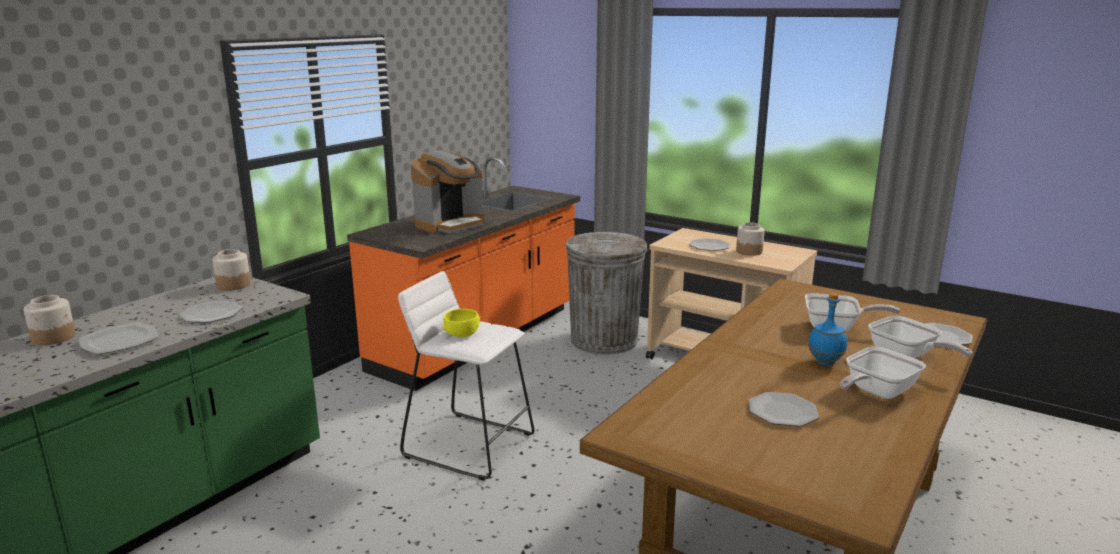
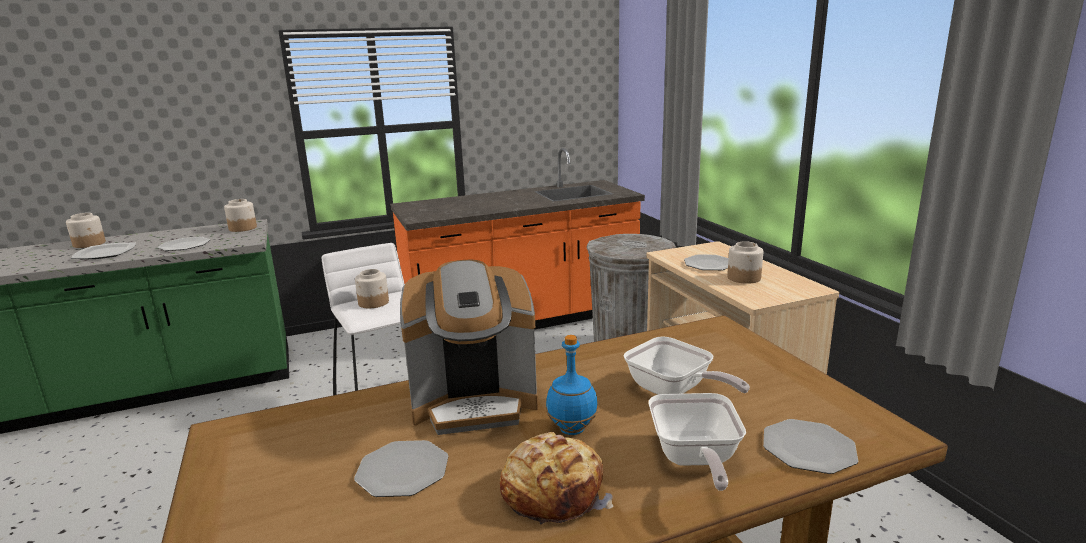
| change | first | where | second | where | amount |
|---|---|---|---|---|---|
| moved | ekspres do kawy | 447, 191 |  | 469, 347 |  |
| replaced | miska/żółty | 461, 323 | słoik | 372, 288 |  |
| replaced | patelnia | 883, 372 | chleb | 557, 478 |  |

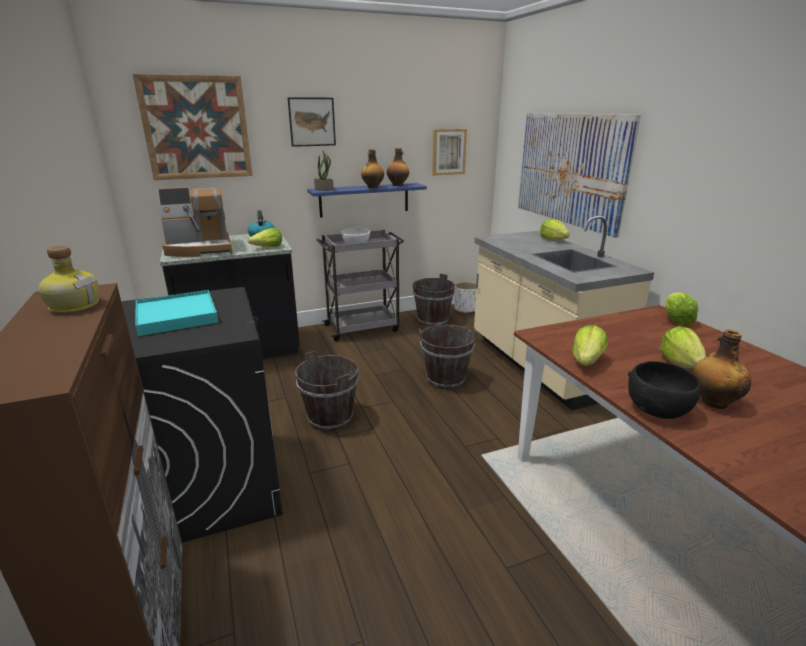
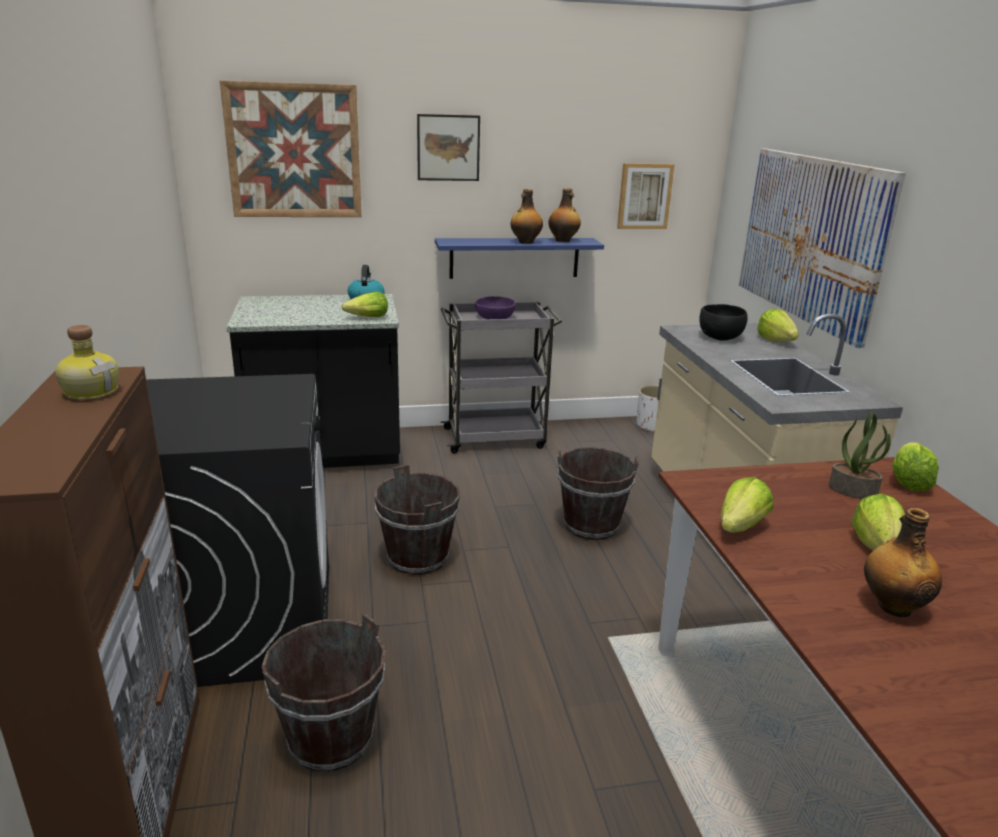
| change | first | where | second | where | amount |
|---|---|---|---|---|---|
| removed | taca/turkusowy | 176, 313 |  |  |  |
| removed | ekspres do kawy | 194, 222 |  |  |  |
| moved | roślina doniczkowa | 324, 171 |  | 860, 455 |  |
| recoloured | miska/biały | 355, 236 | miska/fioletowy | 495, 307 |  |
| moved | wiadro/brązowy | 434, 300 |  | 324, 693 |  |
| moved | miska/czarny | 664, 390 |  | 723, 322 |  |

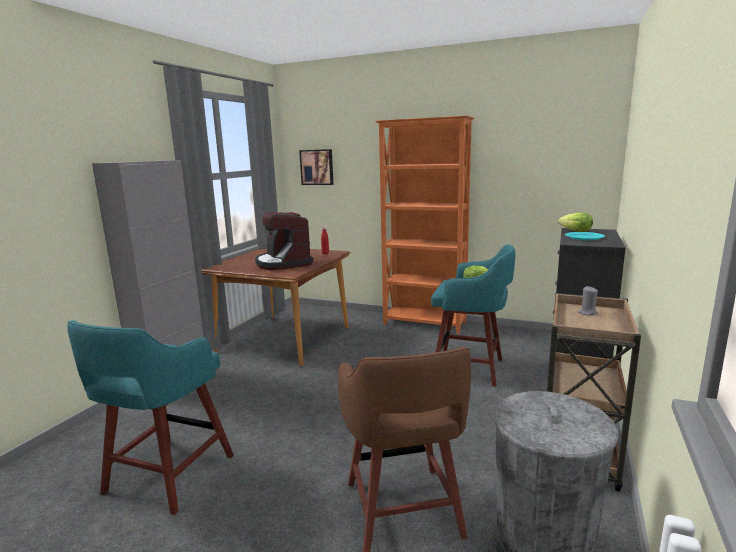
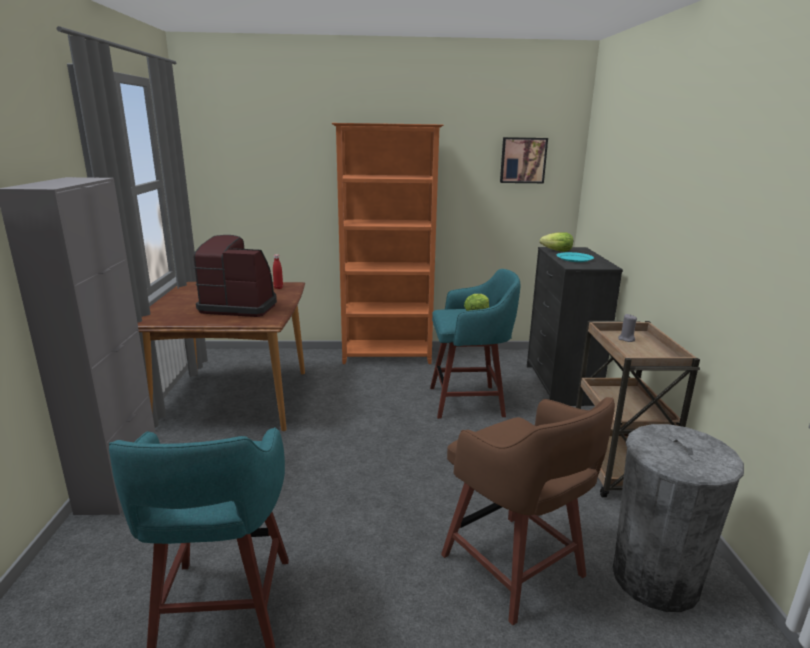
| change | first | where | second | where | amount |
|---|---|---|---|---|---|
| turned | ekspres do kawy | 284, 241 |  | 235, 276 | 150 degrees clockwise |
| moved | obraz | 316, 167 |  | 524, 160 |  |

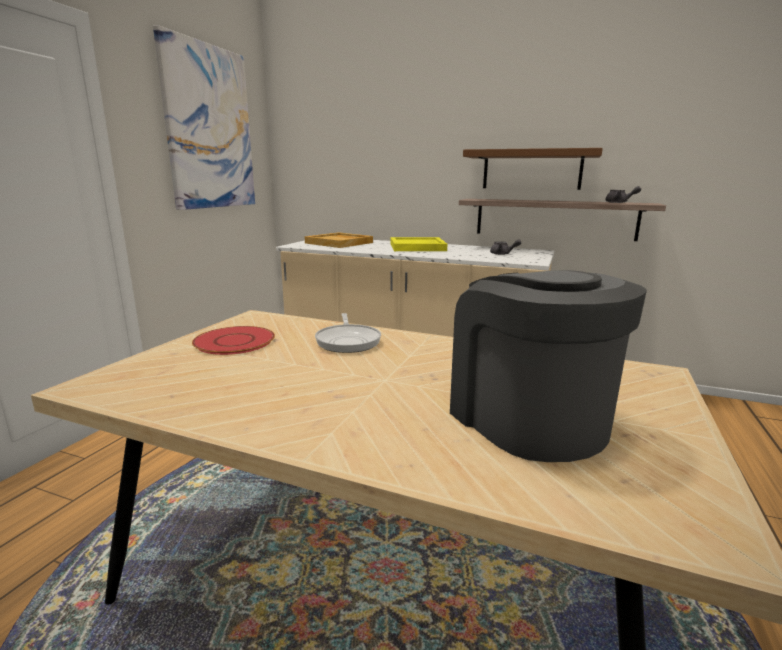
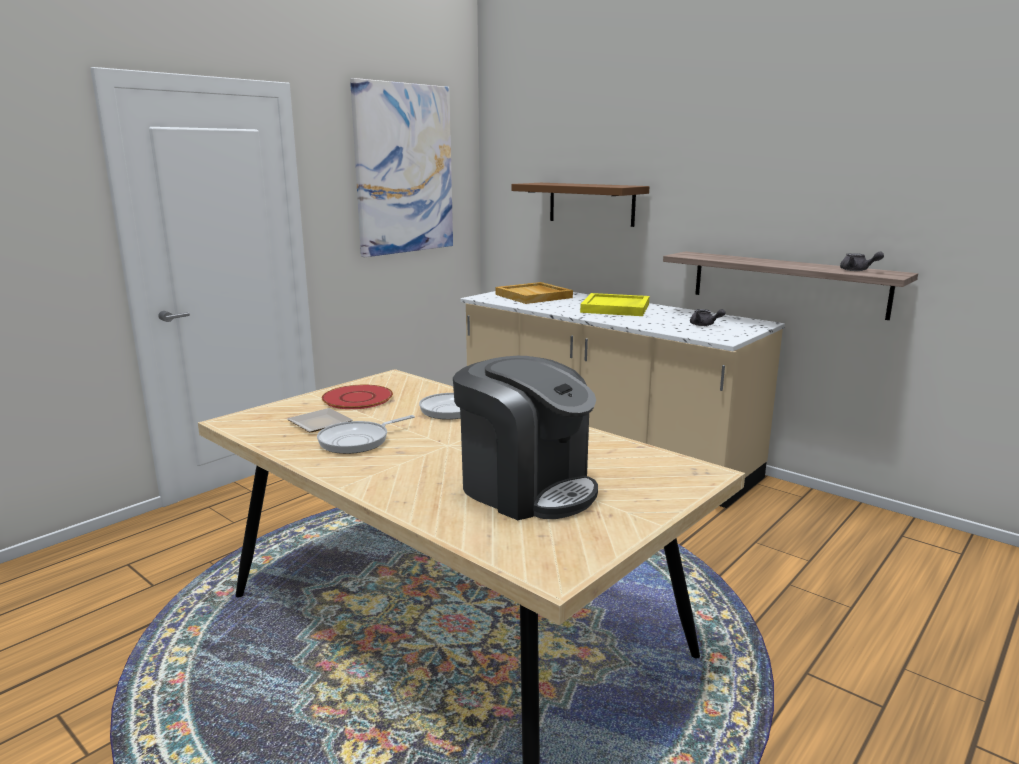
| change | first | where | second | where | amount |
|---|---|---|---|---|---|
| turned | ekspres do kawy | 548, 366 |  | 525, 438 | 135 degrees clockwise |
| moved | półka/brązowy | 533, 169 |  | 580, 205 |  |
| added |  |  | talerz | 320, 420 |  |
| added |  |  | patelnia | 366, 434 |  |

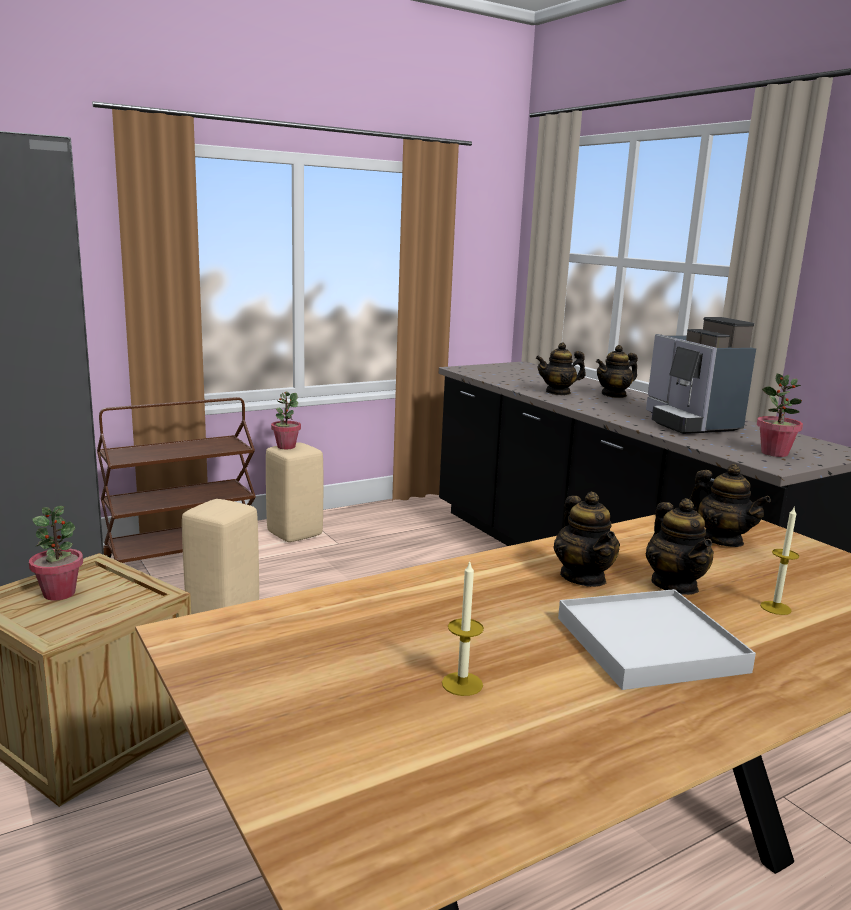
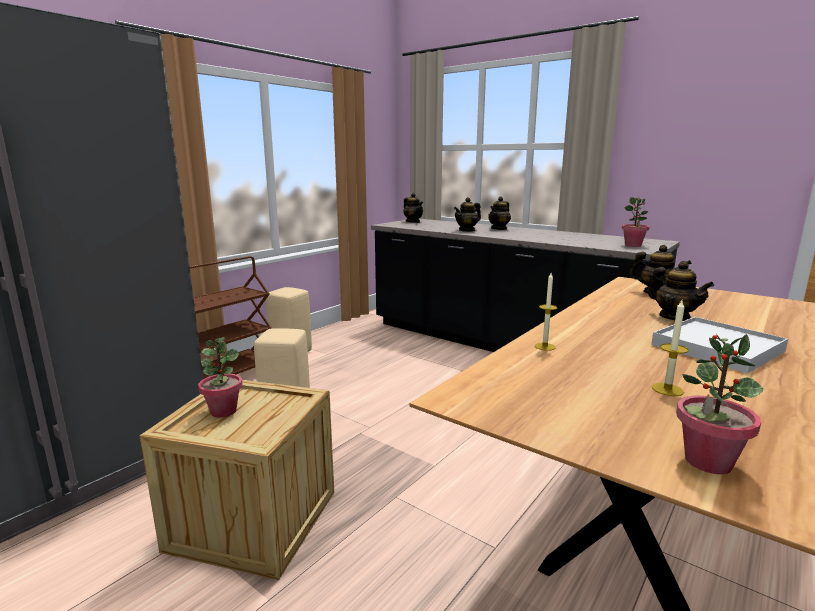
| change | first | where | second | where | amount |
|---|---|---|---|---|---|
| moved | roślina doniczkowa | 286, 420 |  | 719, 404 |  |
| moved | imbryk | 587, 539 |  | 413, 208 |  |
| removed | ekspres do kawy | 701, 375 |  |  |  |
| moved | świeca | 779, 561 |  | 546, 312 |  |

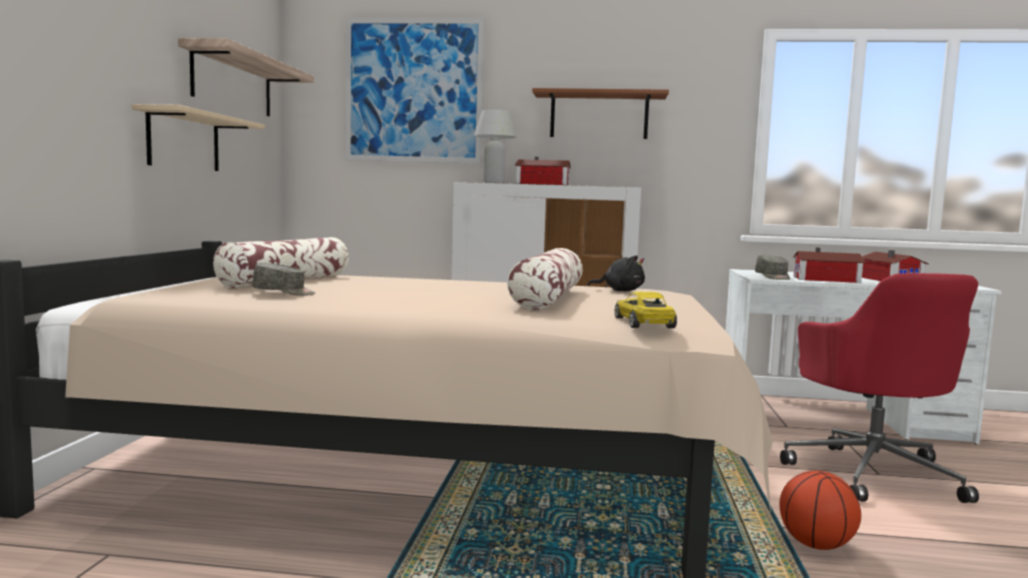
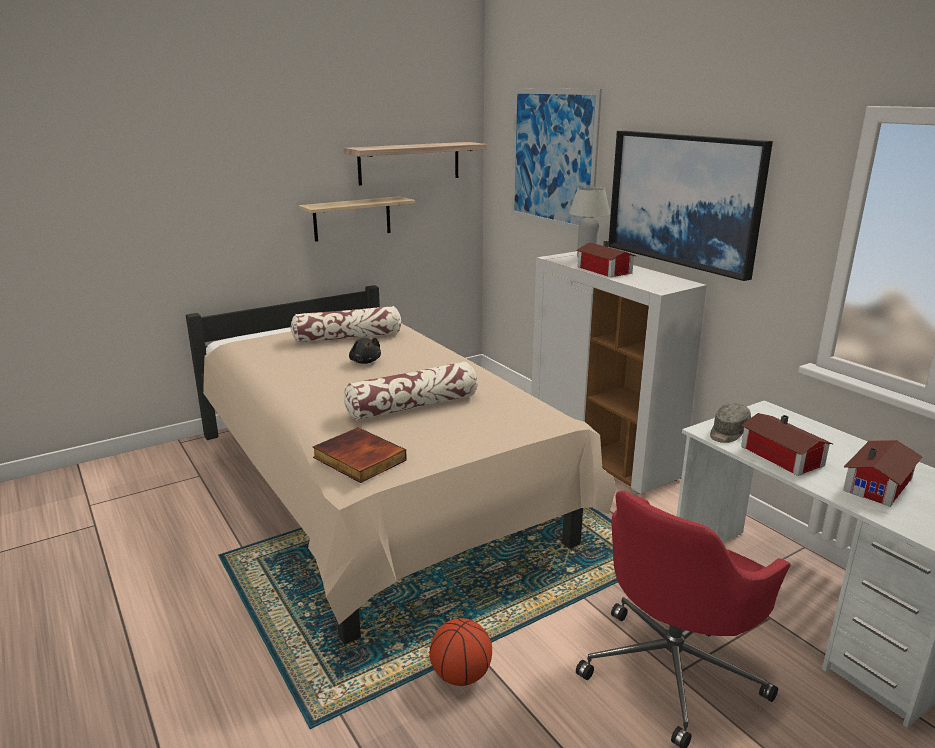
| change | first | where | second | where | amount |
|---|---|---|---|---|---|
| removed | czapka z daszkiem/szary | 283, 279 |  |  |  |
| replaced | półka/brązowy | 600, 113 | obraz | 690, 206 |  |
| moved | pluszak/czarny | 616, 273 |  | 365, 351 |  |
| replaced | samochodzik/żółty | 646, 310 | książka | 360, 455 |  |

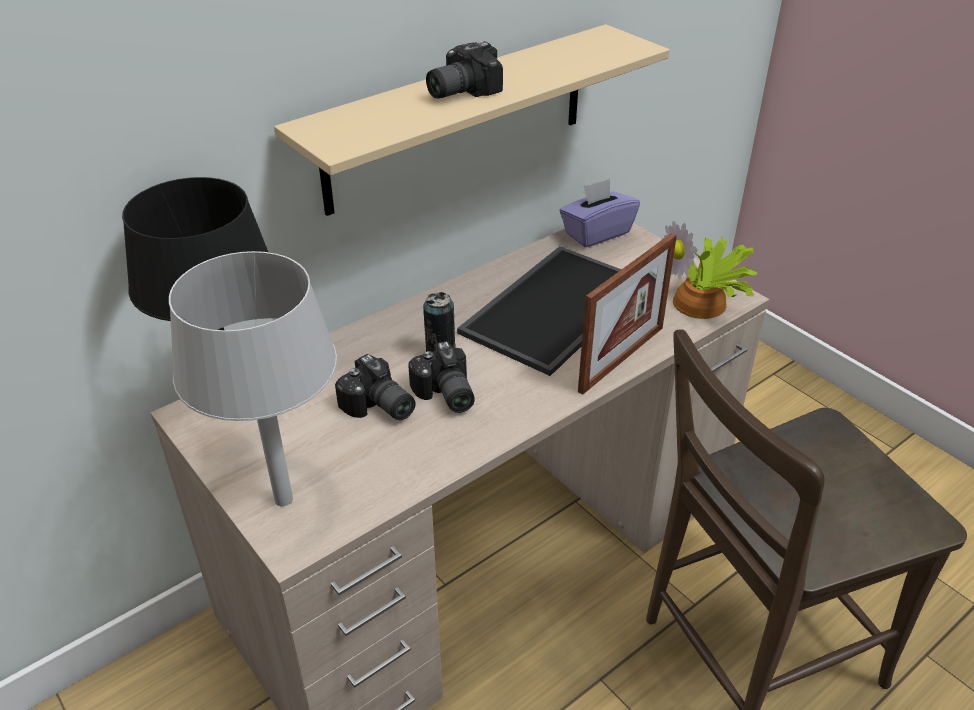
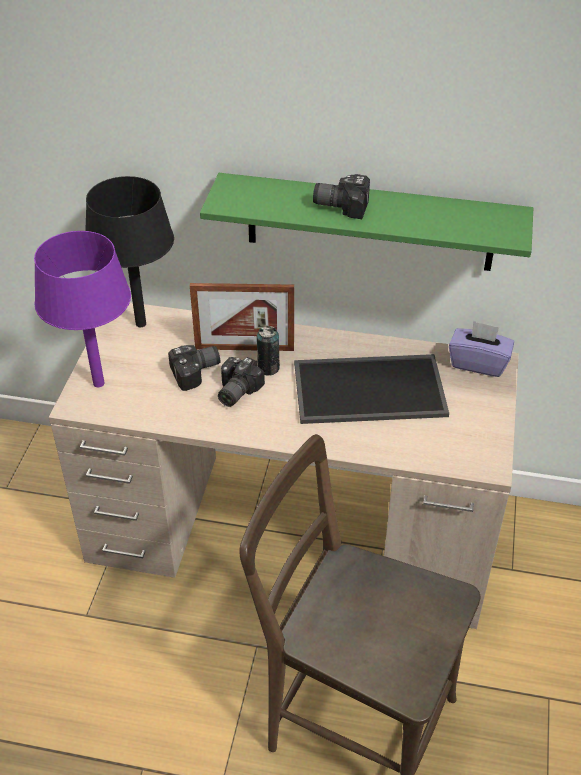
| change | first | where | second | where | amount |
|---|---|---|---|---|---|
| recoloured | lampa stołowa/szary | 253, 378 | lampa stołowa/fioletowy | 82, 309 |  |
| recoloured | półka/beżowy | 471, 120 | półka/zielony | 366, 222 |  |
| turned | aparat fotograficzny | 375, 387 |  | 194, 368 | 120 degrees counterclockwise |
| moved | ramka na zdjęcie | 627, 314 |  | 242, 317 |  |
| removed | roślina doniczkowa | 709, 270 |  |  |  |

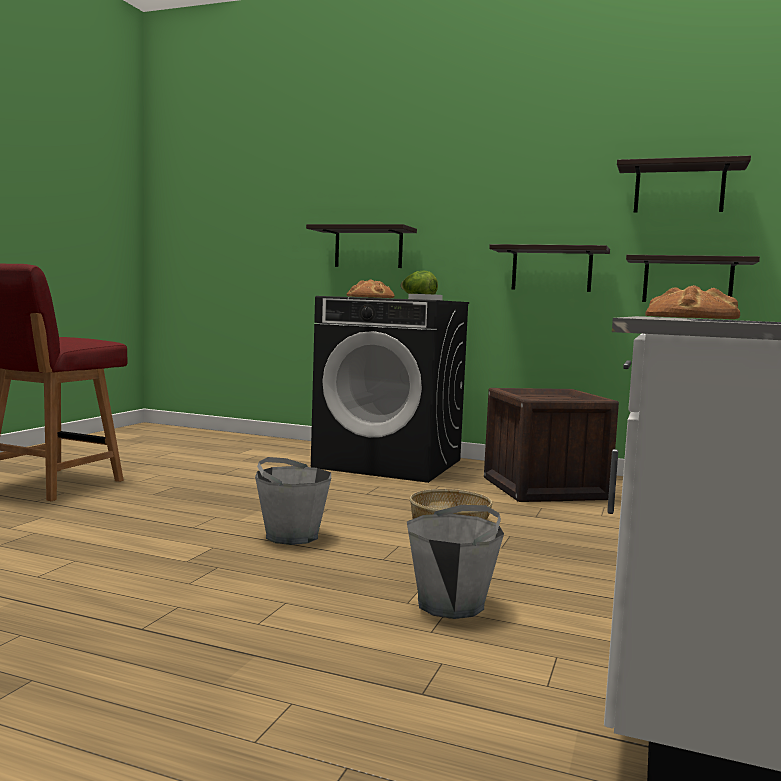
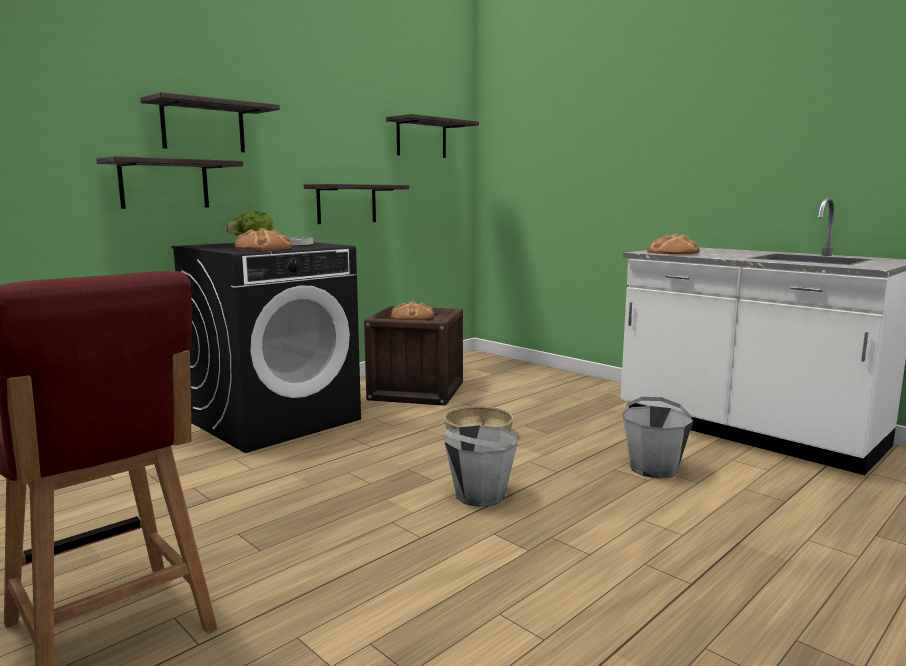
| change | first | where | second | where | amount |
|---|---|---|---|---|---|
| moved | półka | 693, 278 |  | 210, 122 |  |
| added |  |  | chleb | 412, 311 |  |

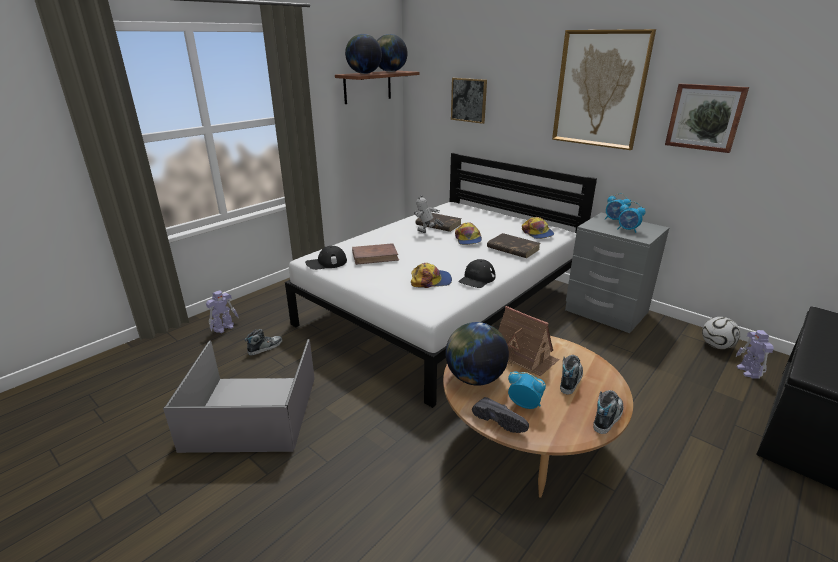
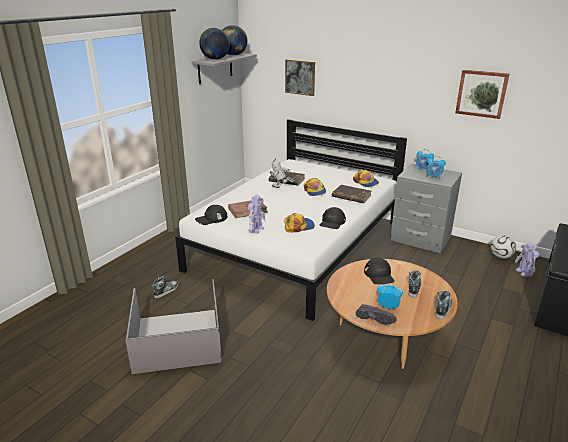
| change | first | where | second | where | amount |
|---|---|---|---|---|---|
| moved | robot zabawkowy | 222, 311 |  | 256, 214 |  |
| recoloured | półka/brązowy | 377, 87 | półka/szary | 224, 68 |  |
| removed | globus | 477, 354 |  |  |  |
| replaced | domek | 528, 341 | czapka z daszkiem/czarny | 379, 270 |  |
| removed | obraz | 604, 89 |  |  |  |

